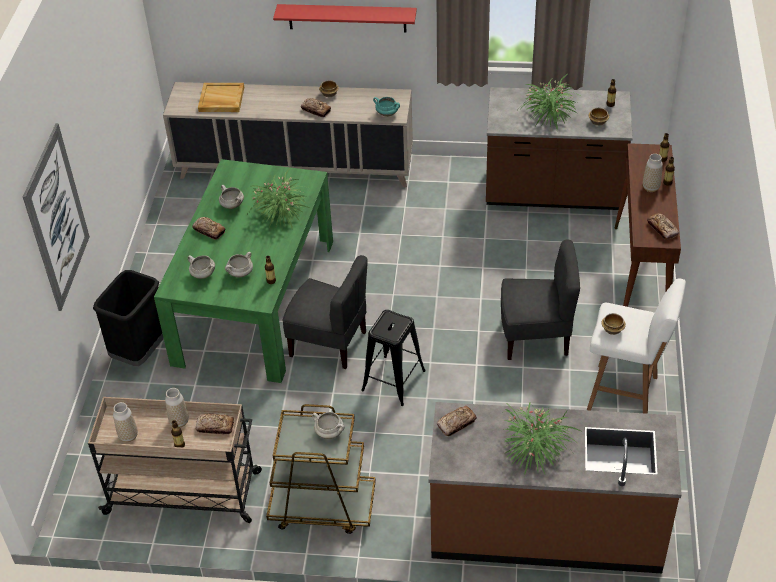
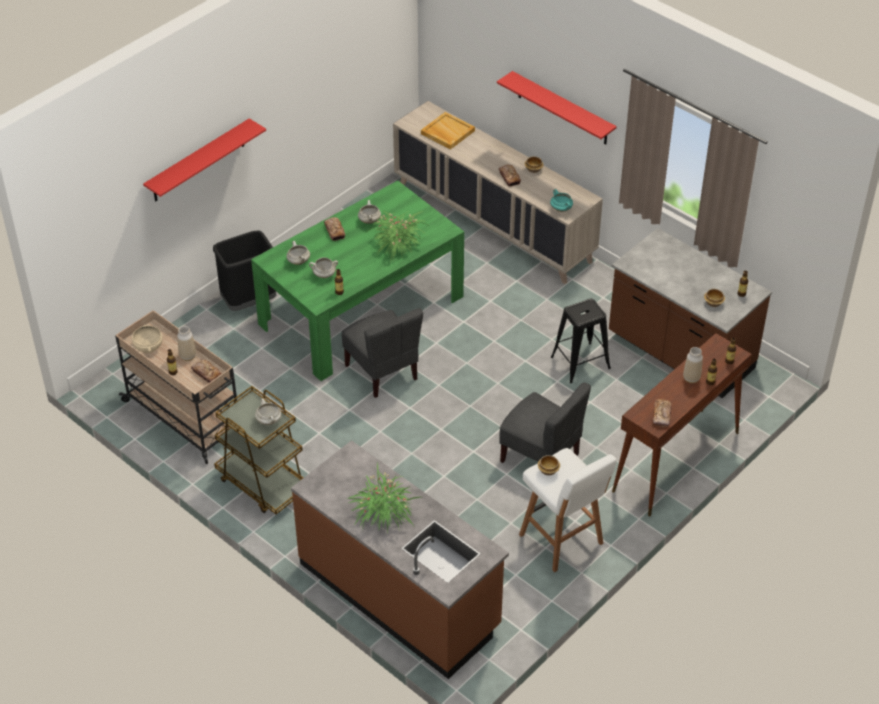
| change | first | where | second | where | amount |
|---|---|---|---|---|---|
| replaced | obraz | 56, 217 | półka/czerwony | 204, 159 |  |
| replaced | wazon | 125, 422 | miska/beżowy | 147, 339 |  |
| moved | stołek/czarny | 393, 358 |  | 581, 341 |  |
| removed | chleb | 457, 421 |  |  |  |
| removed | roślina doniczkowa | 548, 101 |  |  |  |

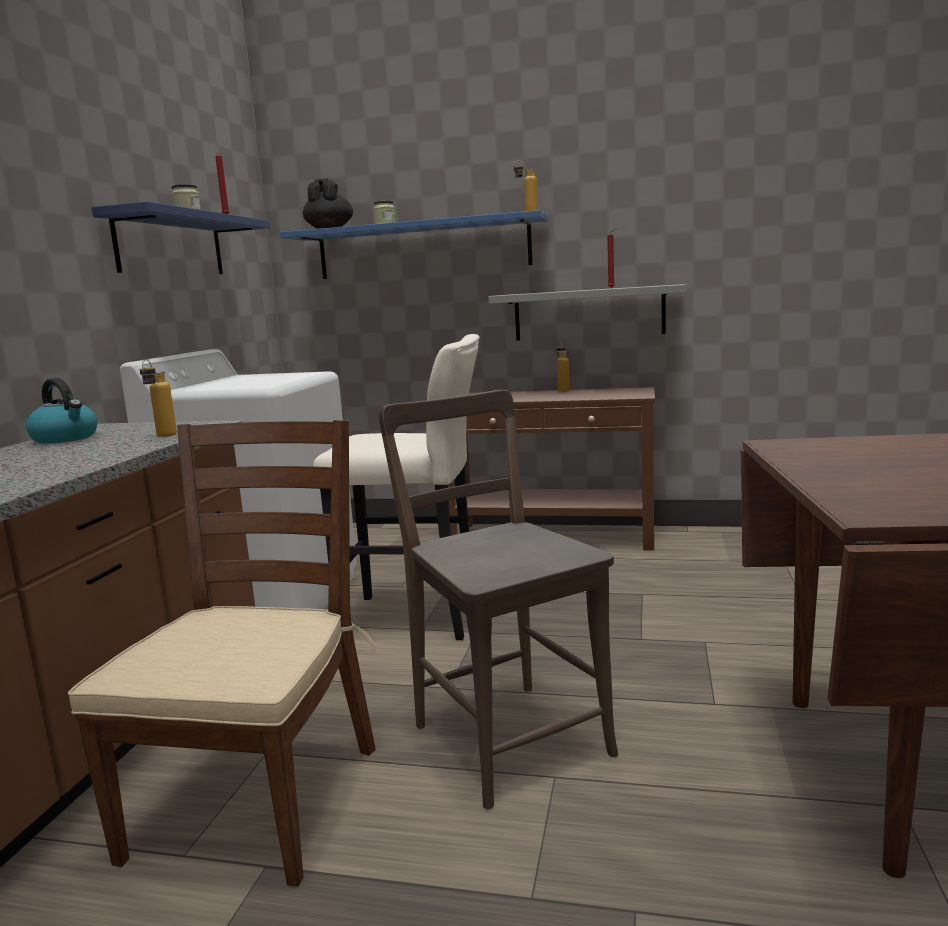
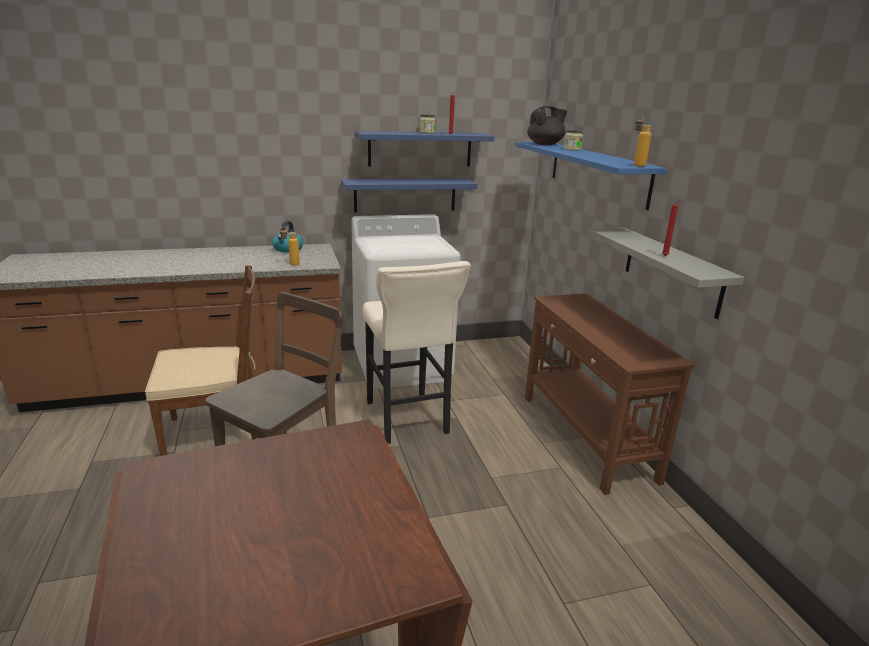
| change | first | where | second | where | amount |
|---|---|---|---|---|---|
| removed | butelka | 563, 367 |  |  |  |
| added |  |  | półka/niebieski | 409, 195 |  |

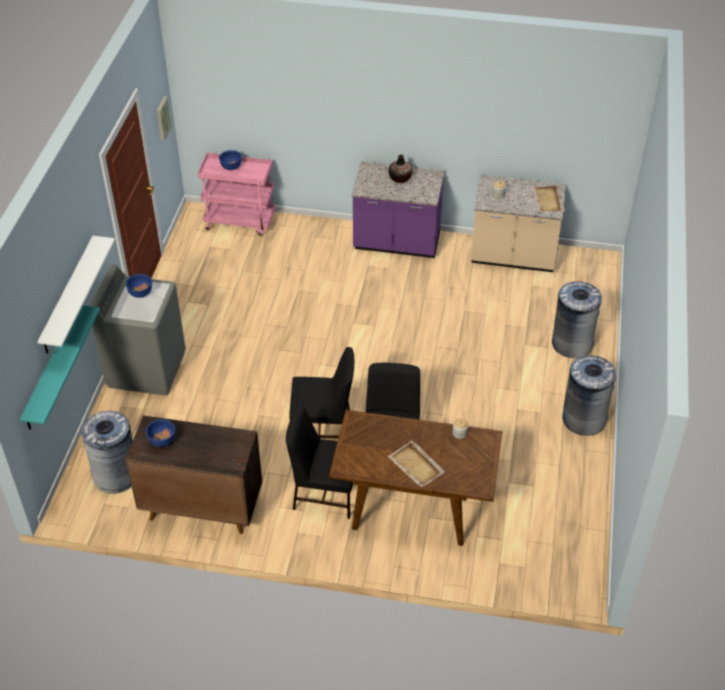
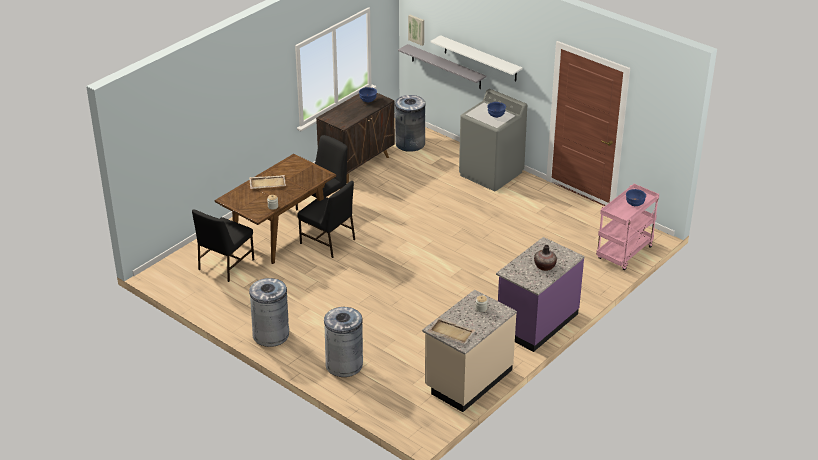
| change | first | where | second | where | amount |
|---|---|---|---|---|---|
| recoloured | półka/turkusowy | 60, 367 | półka/szary | 442, 66 |  |
| moved | obraz | 164, 118 |  | 416, 30 |  |
| moved | krzesło/czarny | 321, 392 |  | 223, 246 |  |

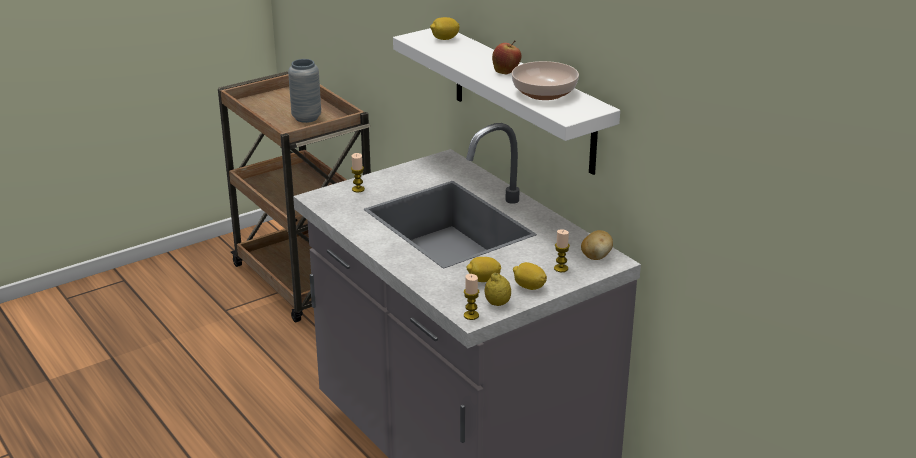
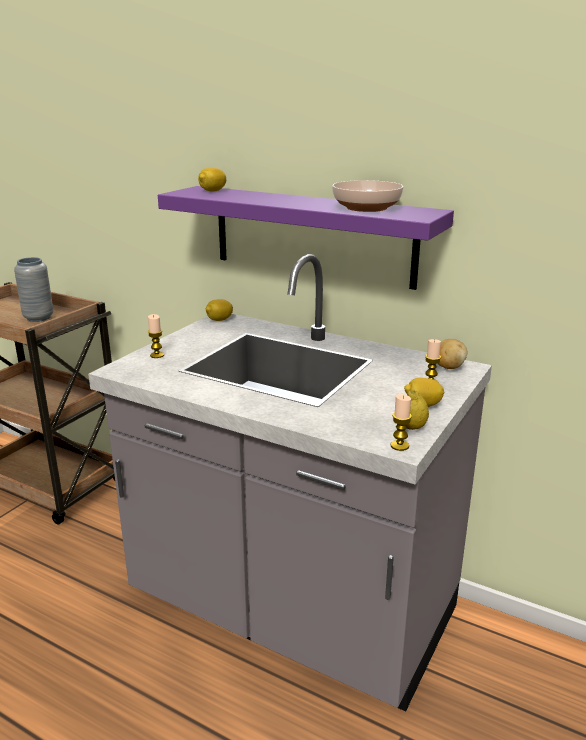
| change | first | where | second | where | amount |
|---|---|---|---|---|---|
| recoloured | półka/biały | 506, 101 | półka/fioletowy | 306, 238 |  |
| moved | cytryna | 483, 269 |  | 219, 310 |  |
| removed | jabłko | 506, 57 |  |  |  |

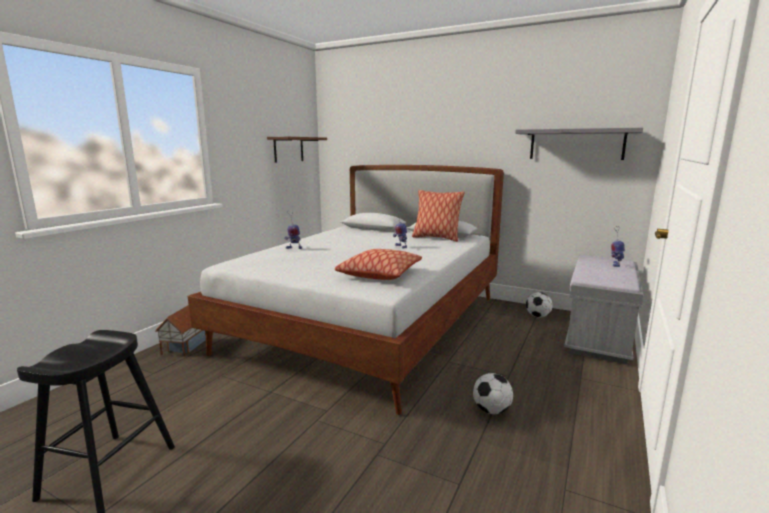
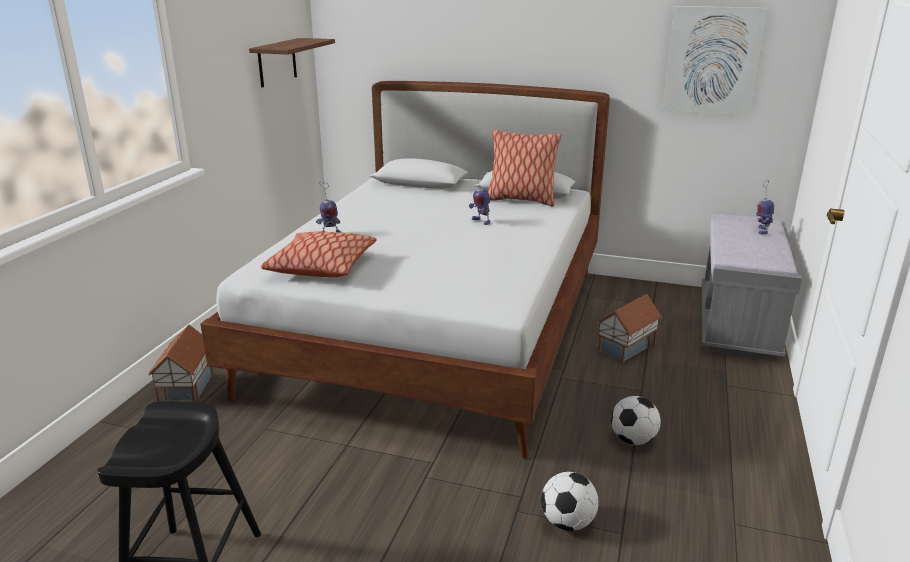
| change | first | where | second | where | amount |
|---|---|---|---|---|---|
| moved | poduszka | 378, 264 |  | 318, 254 |  |
| replaced | półka/szary | 579, 144 | obraz | 715, 61 |  |
| moved | piłka futbolowa | 539, 304 |  | 570, 501 |  |
| added |  |  | domek | 629, 328 |  |

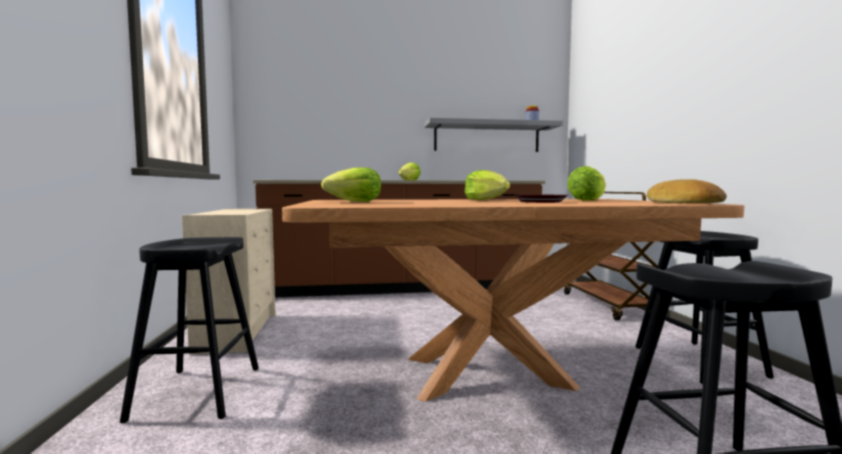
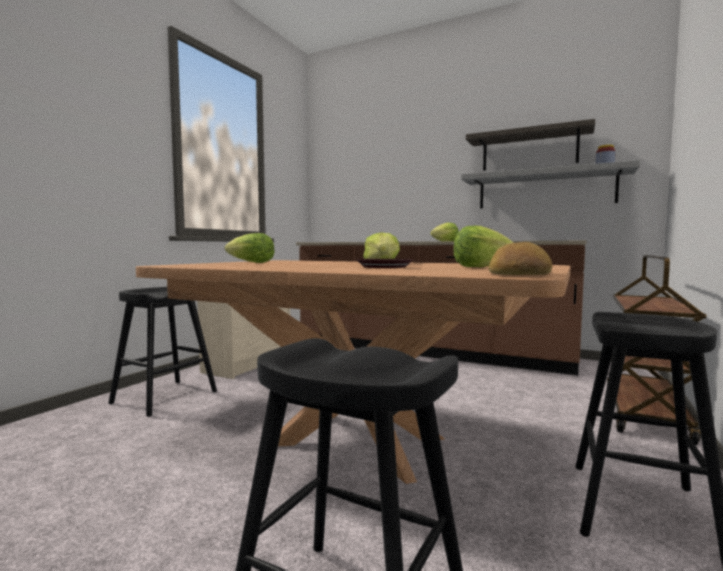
| change | first | where | second | where | amount |
|---|---|---|---|---|---|
| added |  |  | półka | 530, 144 |  |

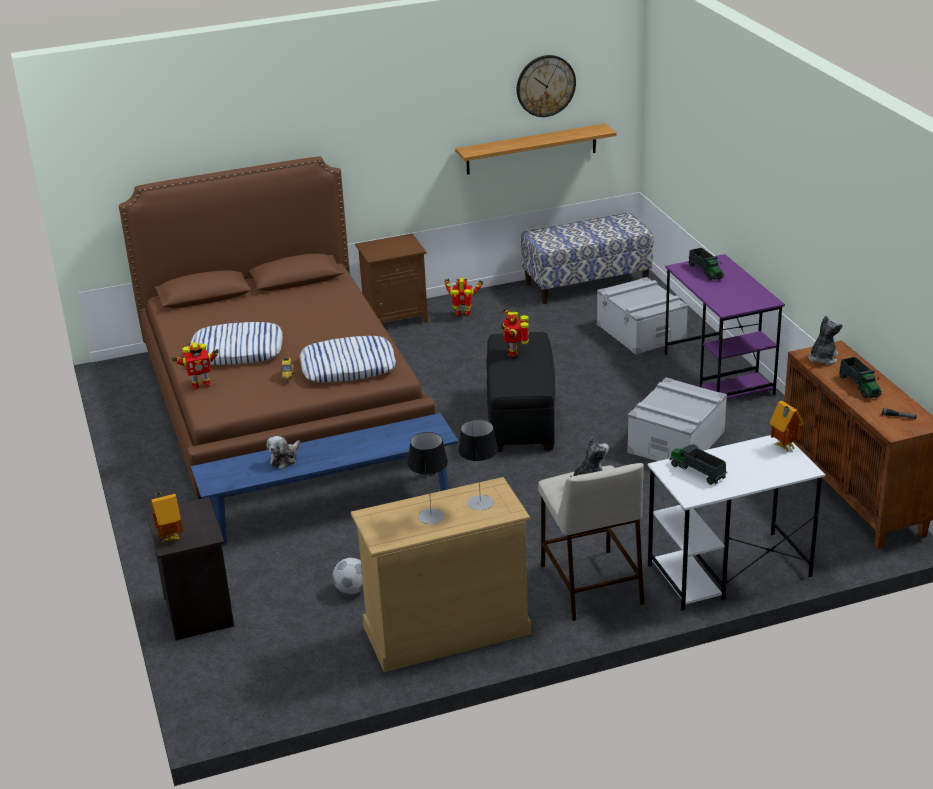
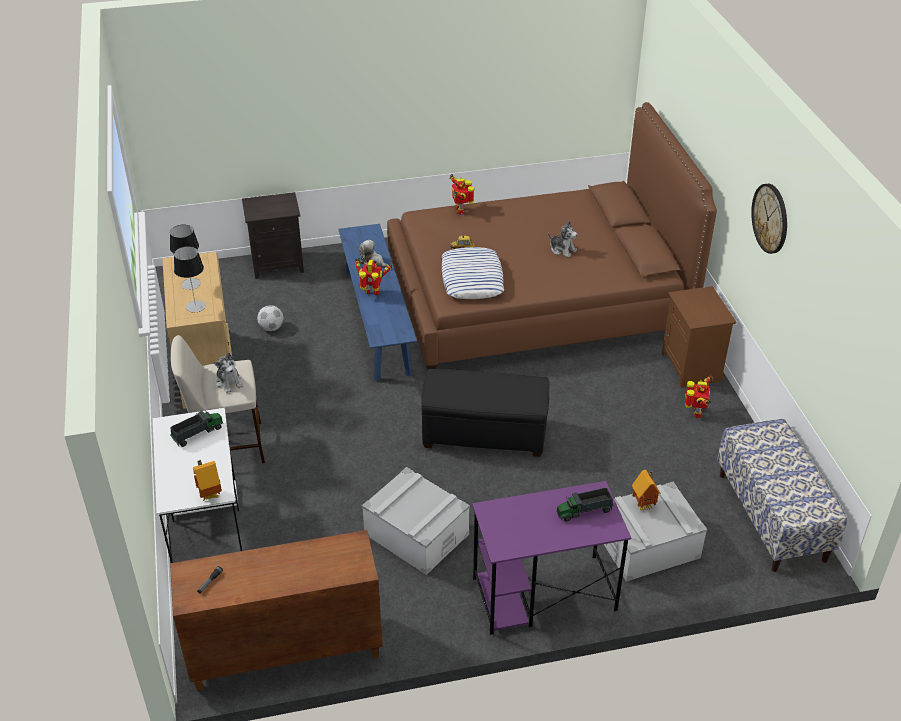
| change | first | where | second | where | amount |
|---|---|---|---|---|---|
| moved | domek | 167, 517 |  | 646, 490 |  |
| removed | poduszka | 236, 343 |  |  |  |
| removed | półka | 535, 149 |  |  |  |
| moved | robot zabawkowy | 514, 332 |  | 373, 276 |  |
| moved | zegar ścienny | 546, 86 |  | 769, 219 |  |
| moved | pluszak | 825, 340 |  | 563, 239 |  |
| removed | ciężarówka zabawkowa | 861, 377 |  |  |  |

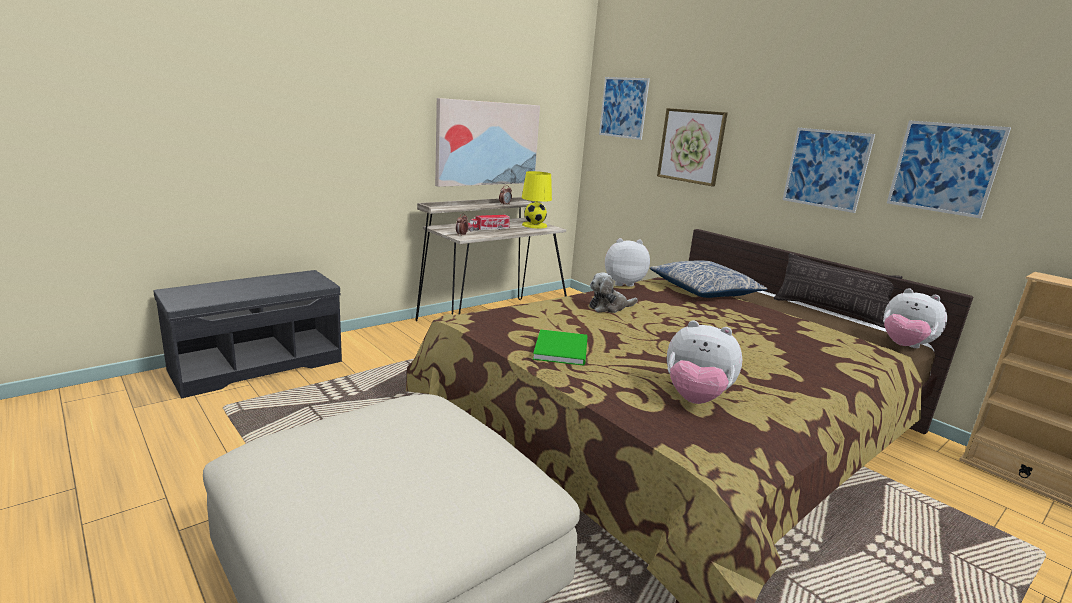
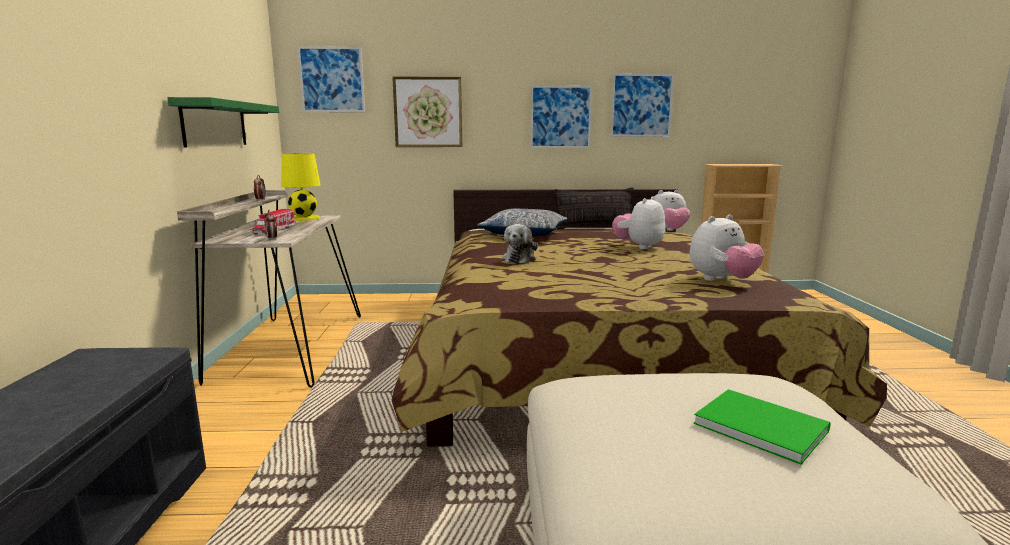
| change | first | where | second | where | amount |
|---|---|---|---|---|---|
| replaced | obraz | 487, 142 | półka/zielony | 223, 122 |  |
| moved | książka/zielony | 560, 347 |  | 762, 427 |  |
| moved | pluszak | 627, 262 |  | 638, 222 |  |

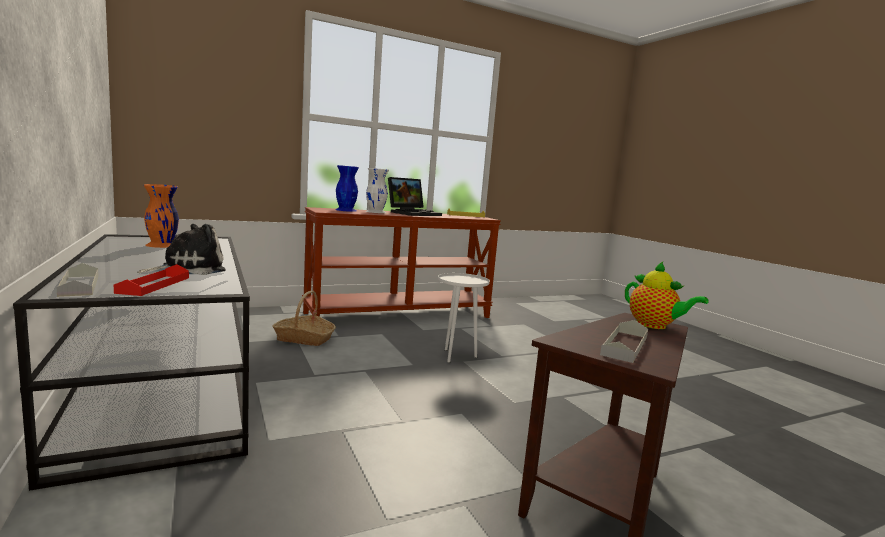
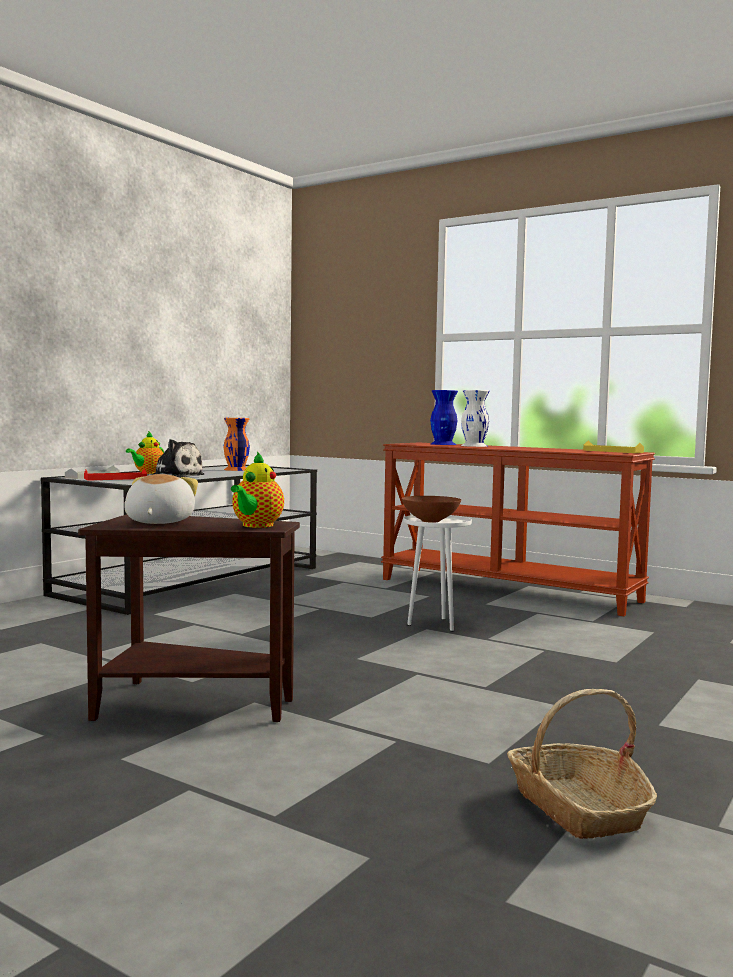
| change | first | where | second | where | amount |
|---|---|---|---|---|---|
| moved | koszyk | 304, 318 |  | 582, 764 |  |
| removed | laptop | 415, 196 |  |  |  |
| replaced | taca/szary | 624, 341 | pluszak | 161, 499 |  |
| added |  |  | imbryk | 145, 452 |  |
| added |  |  | miska/brązowy | 431, 509 |  |

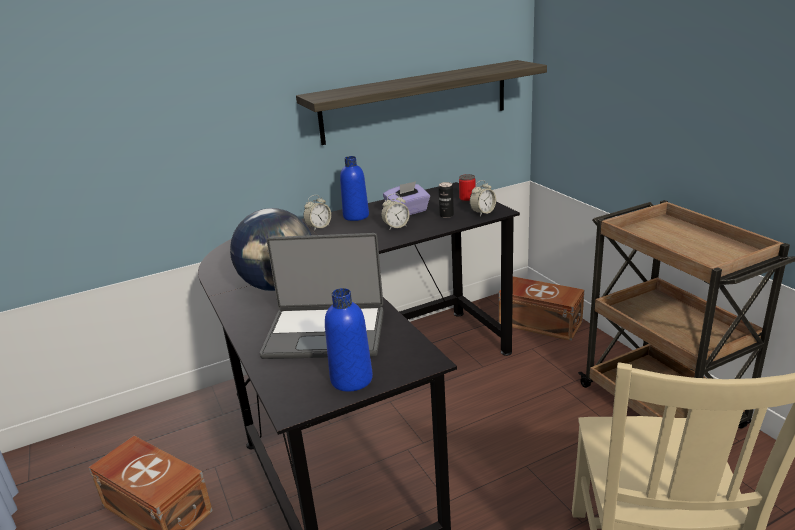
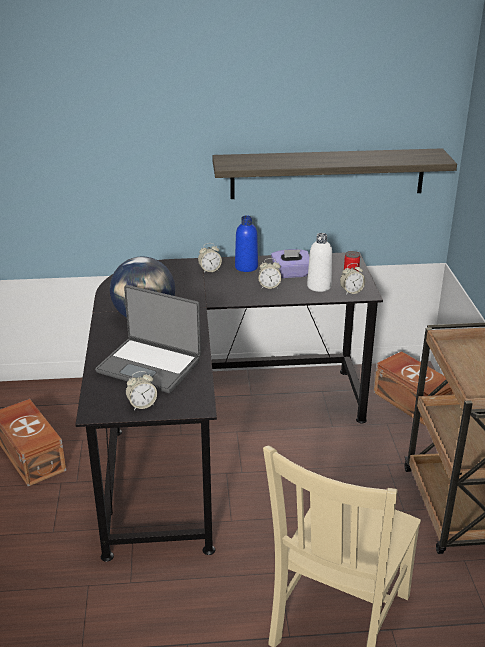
| change | first | where | second | where | amount |
|---|---|---|---|---|---|
| replaced | butelka/niebieski | 349, 340 | budzik | 141, 390 |  |
| replaced | puszka | 446, 200 | butelka/biały | 319, 262 |  |

